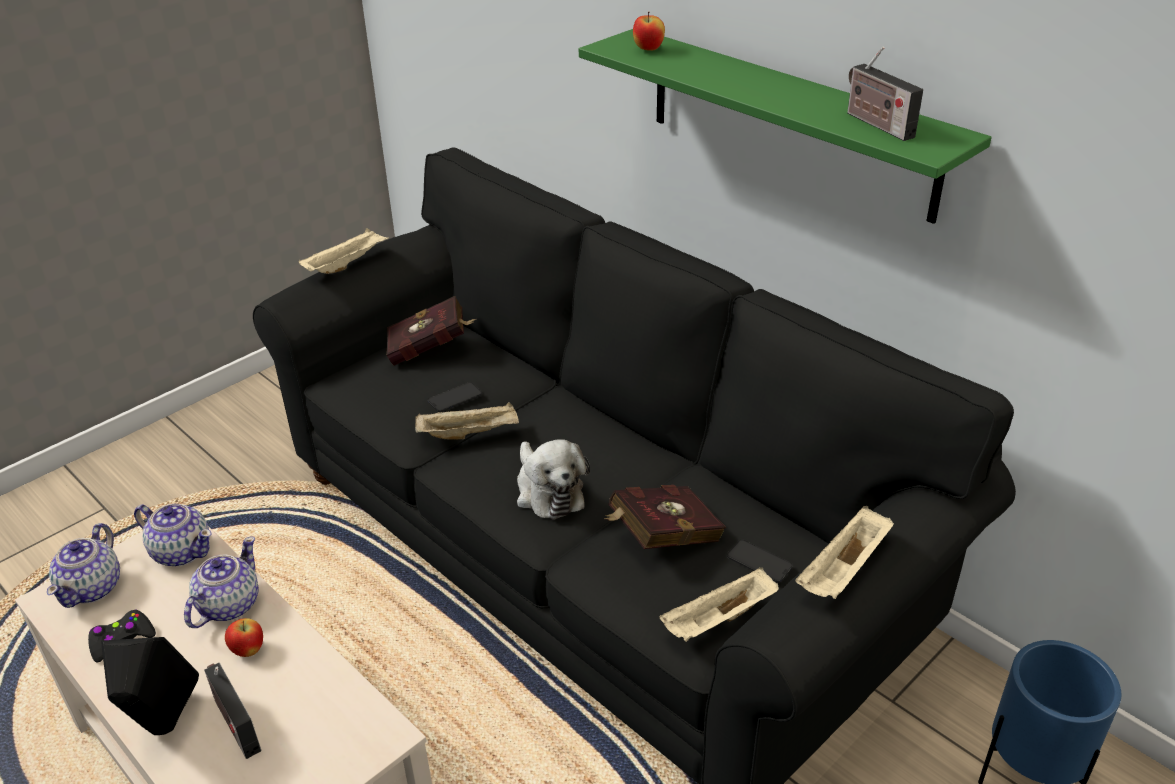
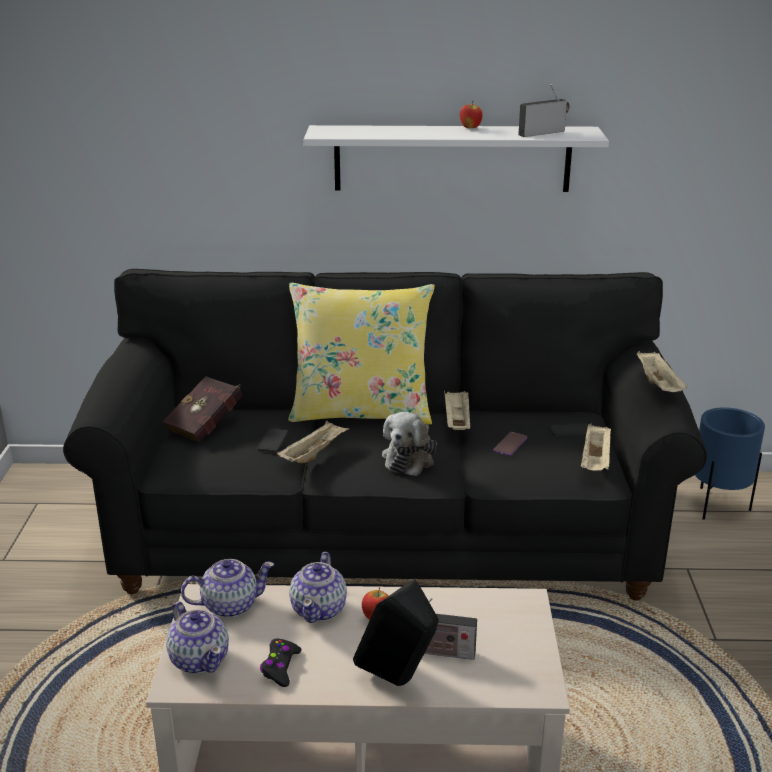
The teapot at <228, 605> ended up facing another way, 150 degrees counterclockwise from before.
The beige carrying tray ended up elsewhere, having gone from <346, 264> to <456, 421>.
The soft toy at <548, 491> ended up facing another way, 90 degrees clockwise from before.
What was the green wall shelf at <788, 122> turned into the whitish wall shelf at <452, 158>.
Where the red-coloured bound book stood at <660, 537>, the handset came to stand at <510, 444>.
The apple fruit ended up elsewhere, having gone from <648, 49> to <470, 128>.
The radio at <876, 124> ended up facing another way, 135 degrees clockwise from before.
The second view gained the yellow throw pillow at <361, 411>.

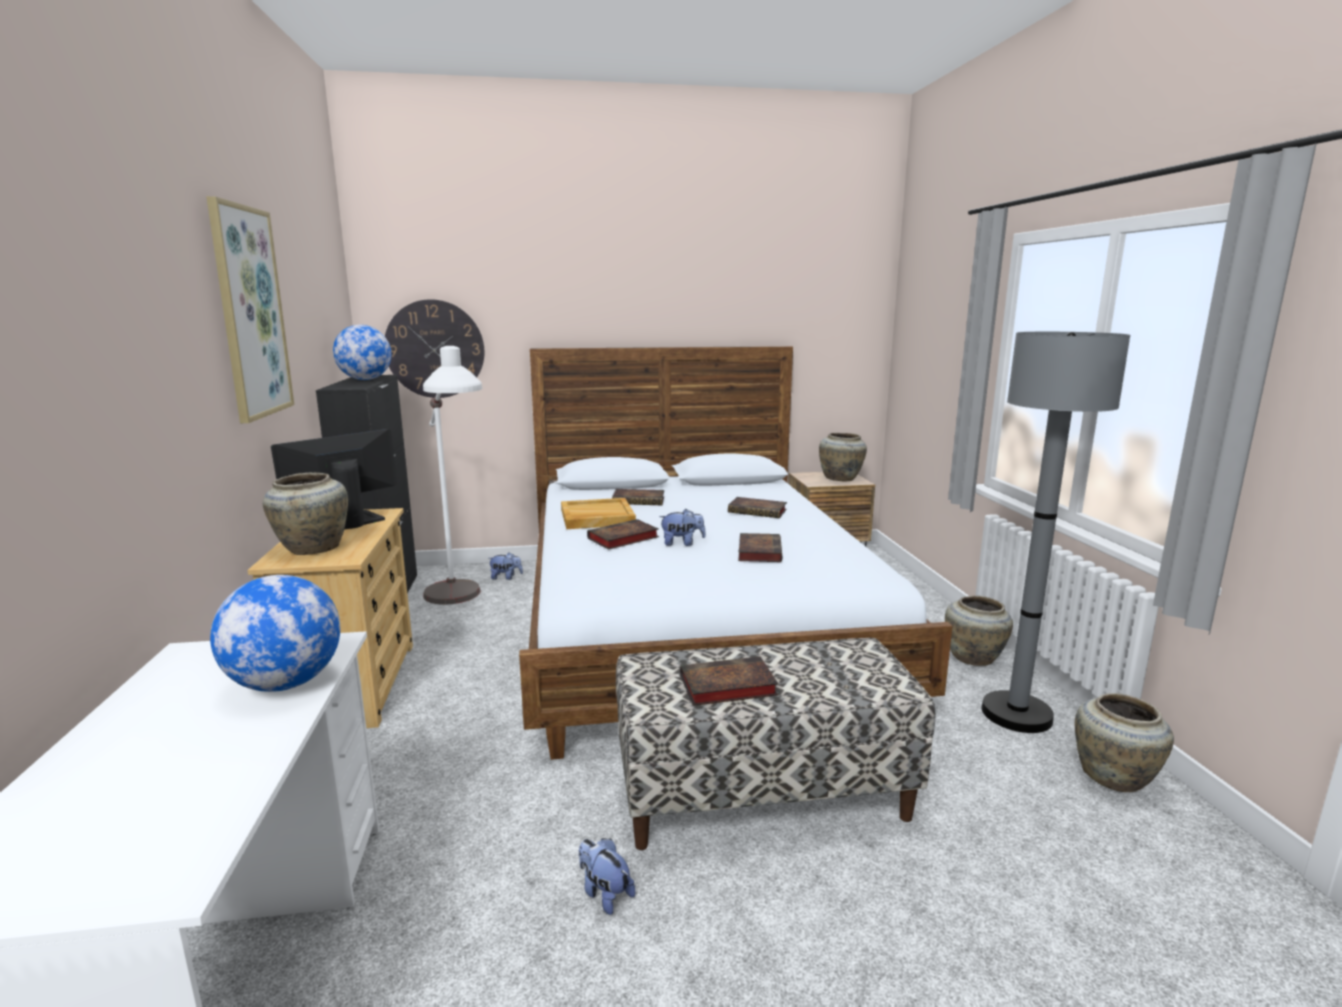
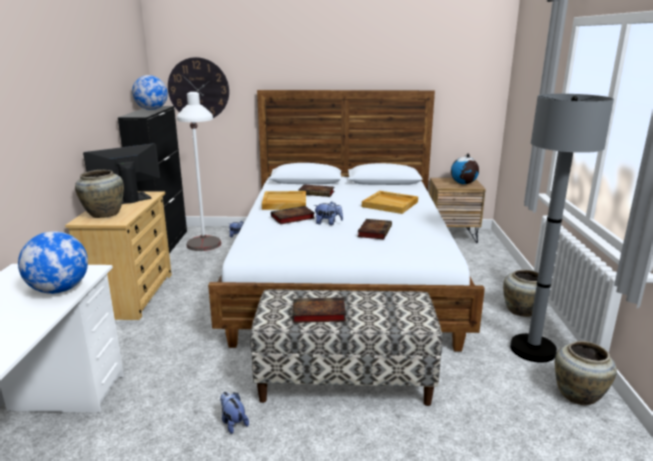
The second view lost the picture at <250, 313>.
Where the bound book stood at <759, 511>, the beige carrying tray came to stand at <390, 204>.
Where the beige decorative vase stood at <841, 479>, the globe came to stand at <463, 183>.

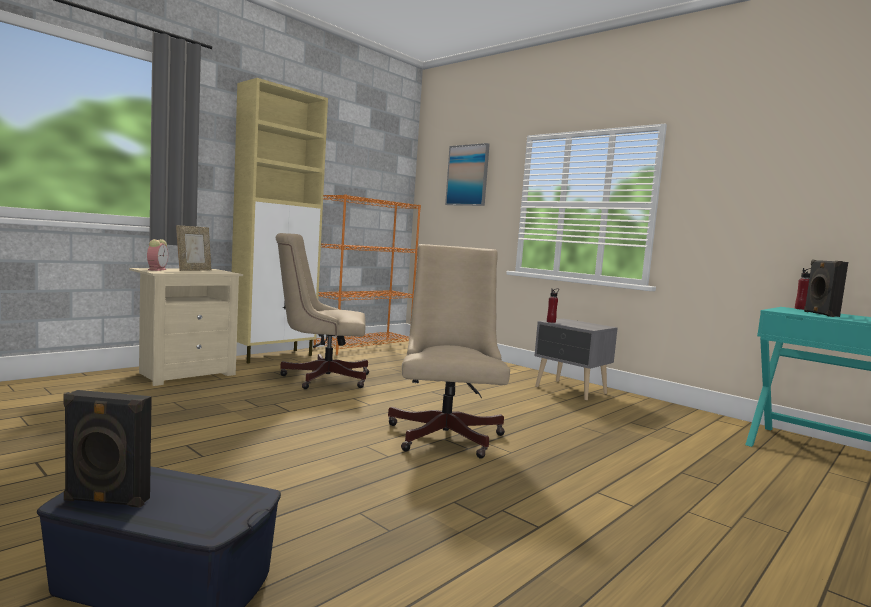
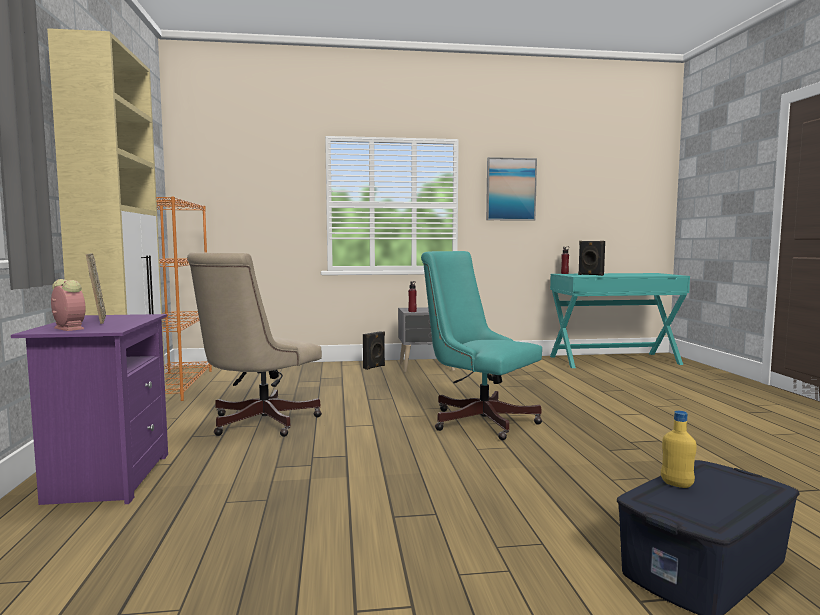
The black speaker ended up elsewhere, having gone from <105, 501> to <374, 367>.
What was the beige nightstand at <185, 374> turned into the purple nightstand at <107, 478>.
What was the beige office chair at <446, 433> turned into the turquoise office chair at <477, 420>.
The picture ended up elsewhere, having gone from <467, 175> to <510, 189>.
The second view gained the yellow drink bottle at <676, 484>.

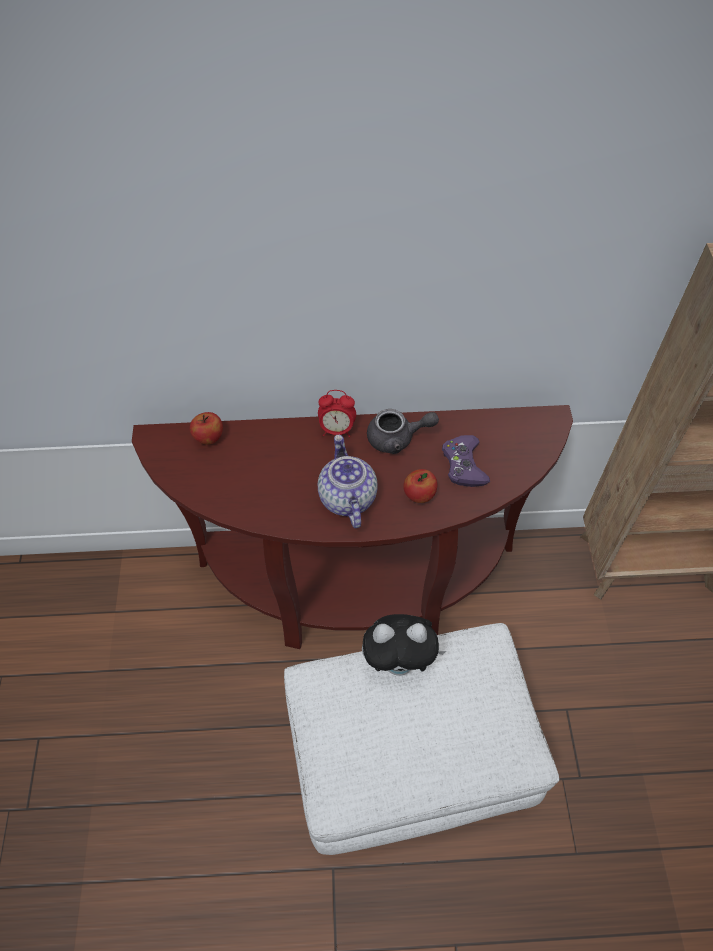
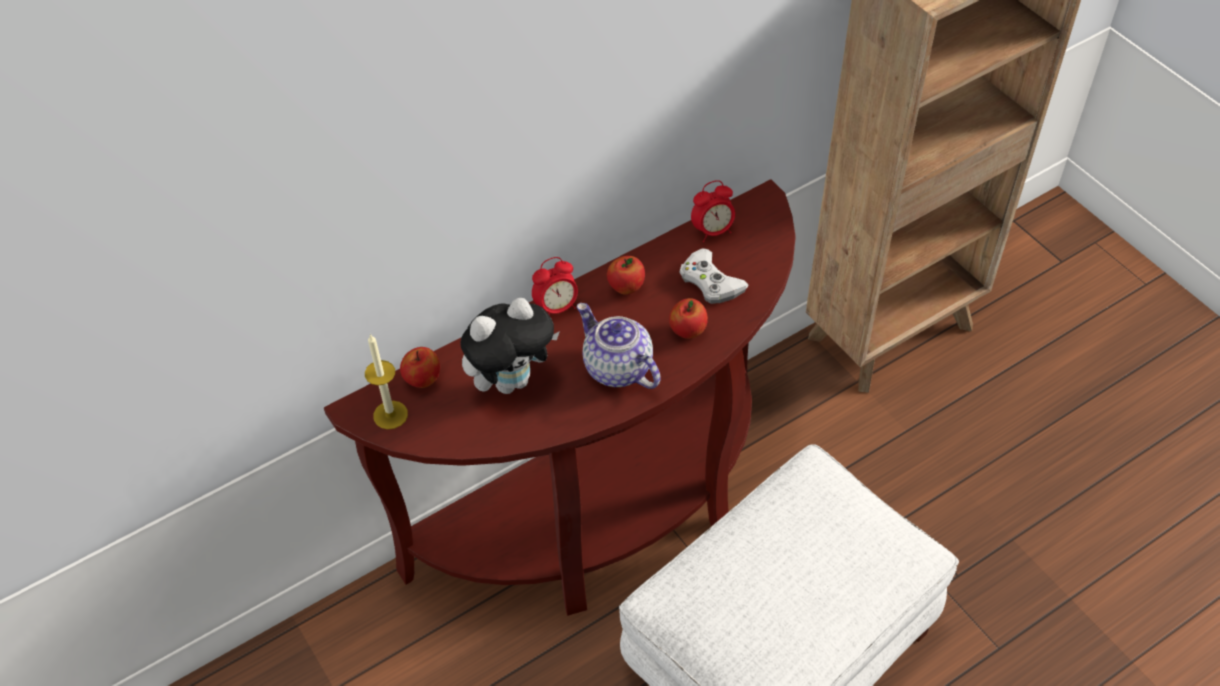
The soft toy ended up elsewhere, having gone from <400, 661> to <511, 380>.
Where the grey teapot stood at <397, 438>, the apple fruit came to stand at <626, 287>.
What was the purple joypad at <464, 465> turned into the whitish joypad at <710, 282>.
The second view gained the wax light at <390, 415>.
The second view gained the alarm clock at <712, 231>.

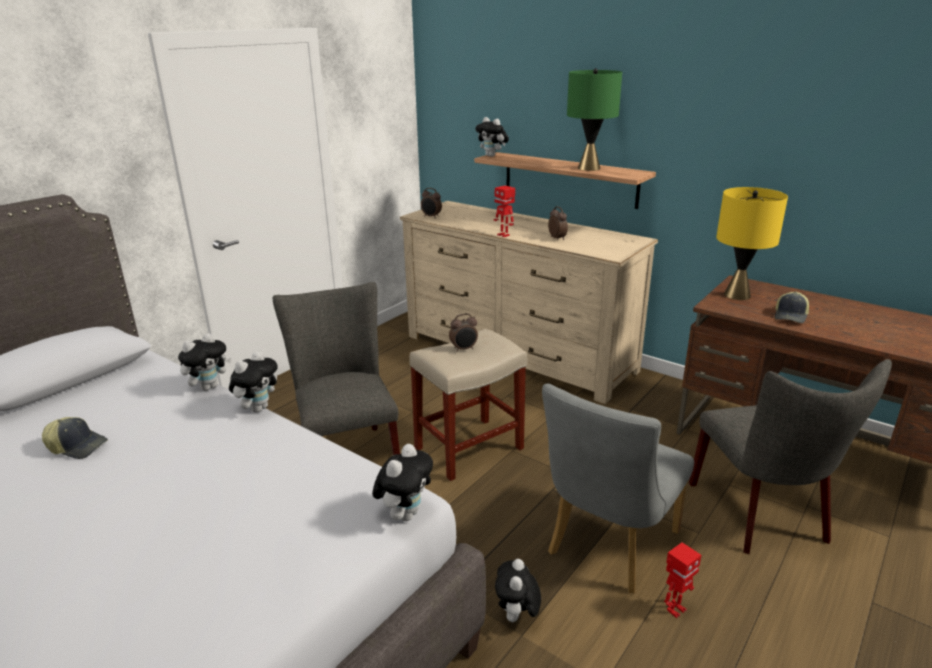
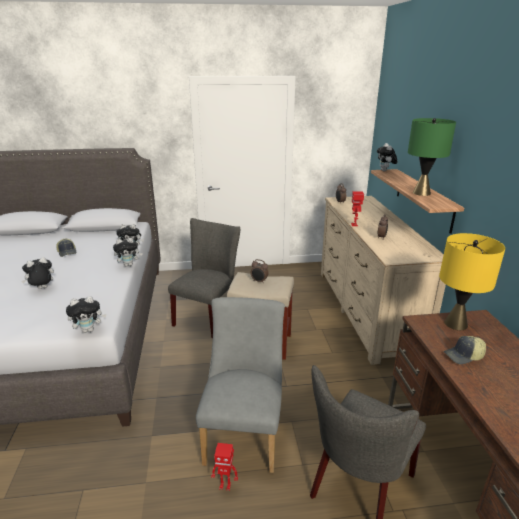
The soft toy ended up elsewhere, having gone from <517, 616> to <42, 289>.
The grey plain chair at <607, 548> ended up facing another way, 105 degrees clockwise from before.

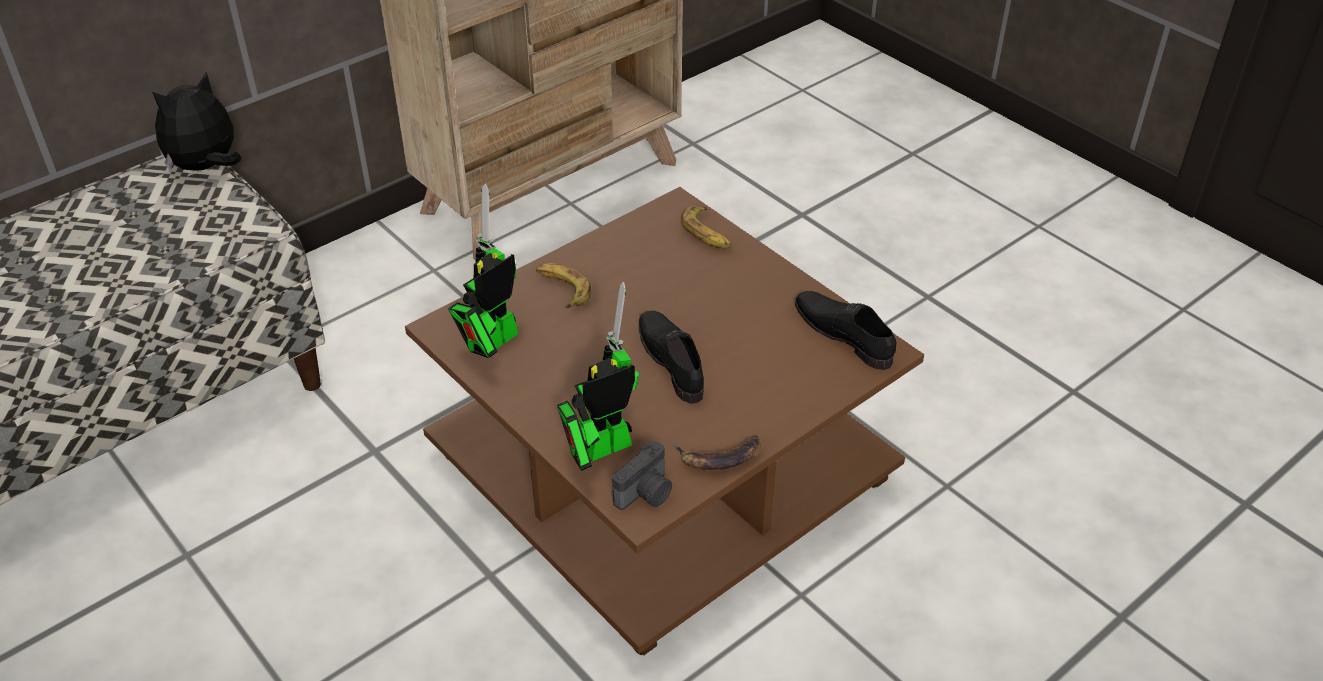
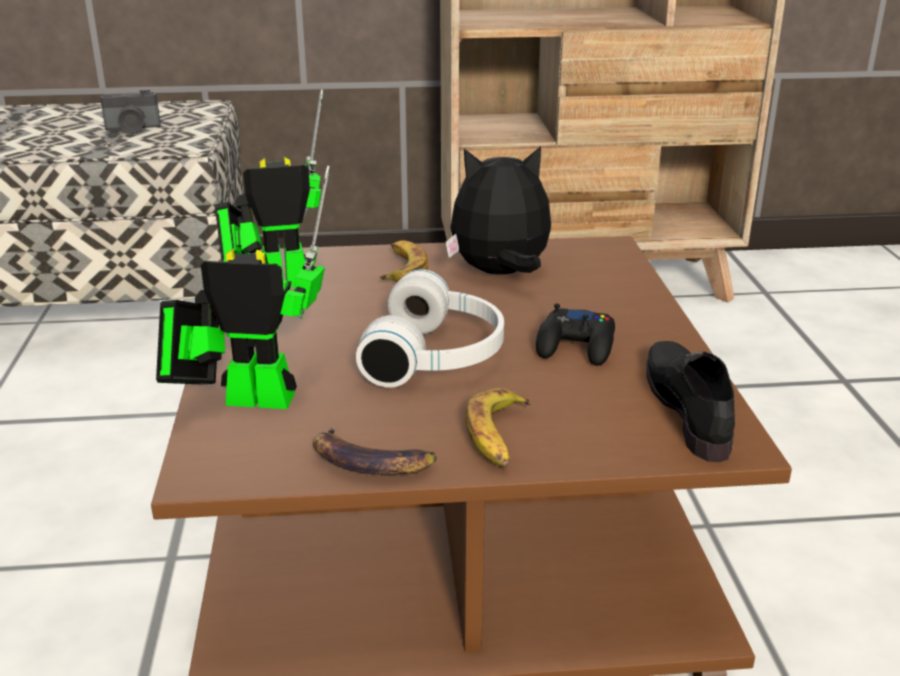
The soft toy ended up elsewhere, having gone from <206, 167> to <500, 274>.
The photo camera ended up elsewhere, having gone from <646, 494> to <132, 129>.
Where the black item of footwear stood at <673, 360>, the whitish headset came to stand at <438, 356>.
The banana ended up elsewhere, having gone from <707, 233> to <498, 437>.
The second view gained the black joypad at <576, 346>.

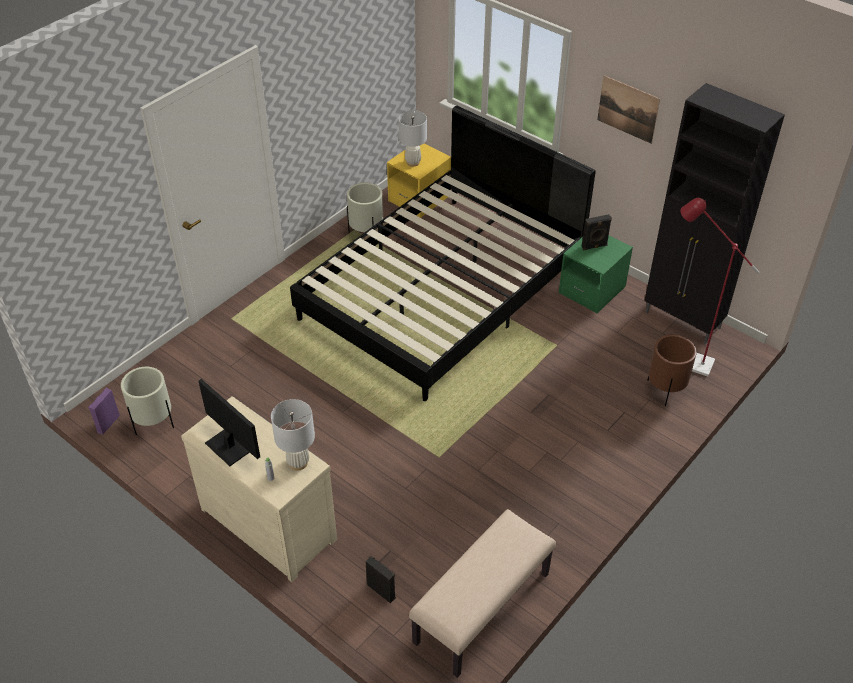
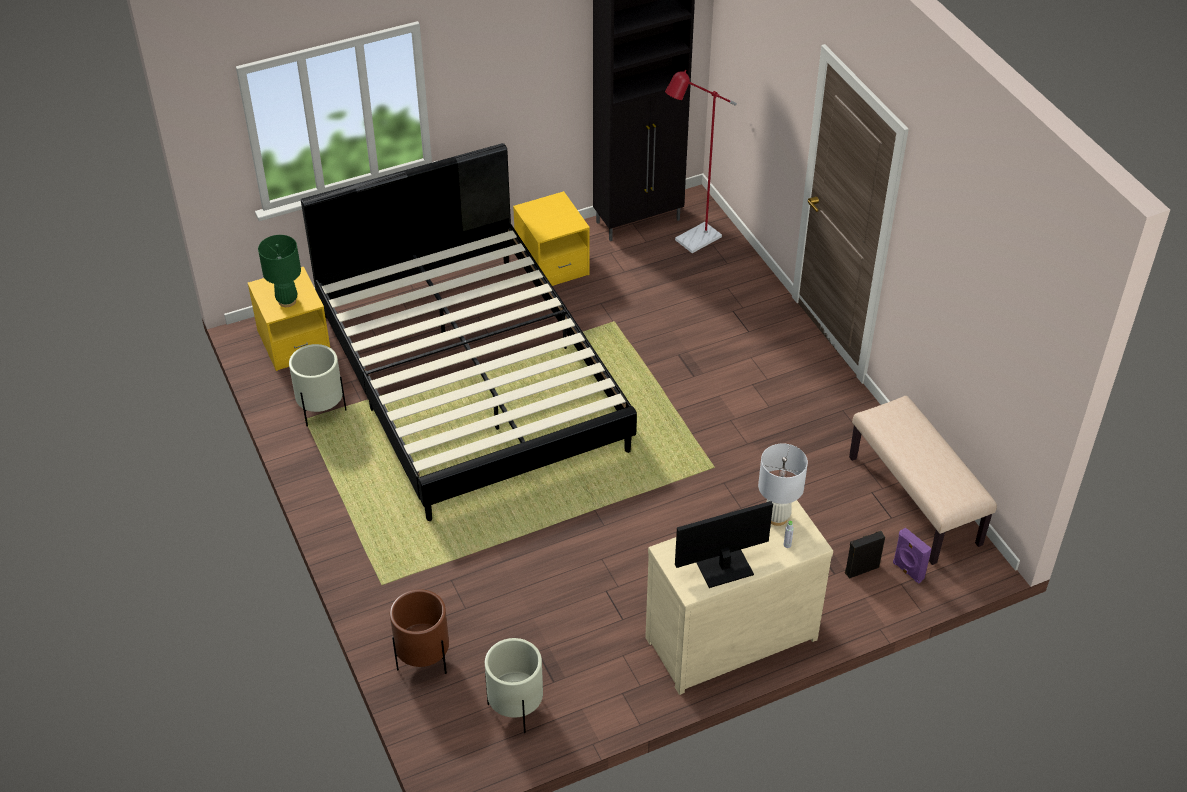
The purple speaker ended up elsewhere, having gone from <107, 423> to <907, 571>.
What was the whitish tabletop lamp at <413, 162> turned into the green tabletop lamp at <287, 301>.
What was the green nightstand at <592, 290> turned into the yellow nightstand at <552, 264>.
The second view lost the black speaker at <594, 246>.
The second view lost the picture at <628, 109>.
The brown flower pot ended up elsewhere, having gone from <665, 390> to <424, 660>.

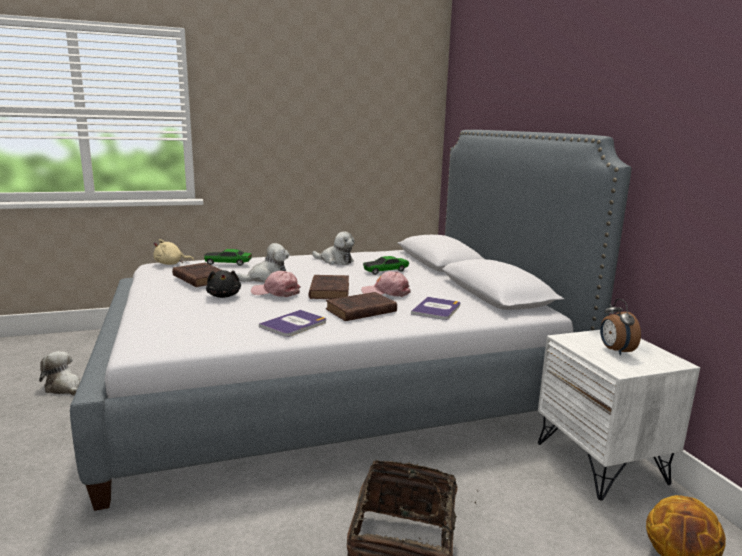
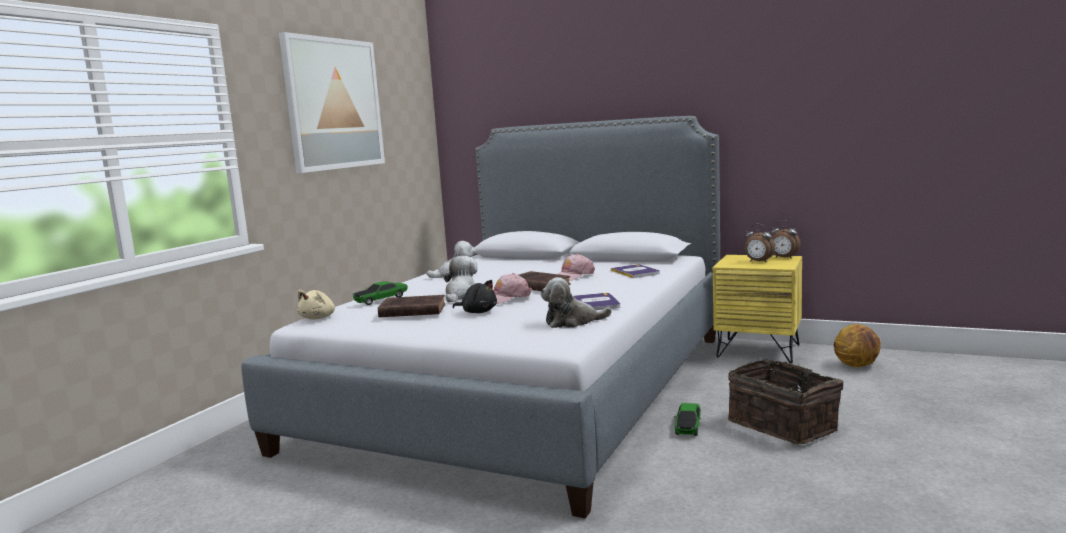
The soft toy ended up elsewhere, having gone from <64, 388> to <572, 322>.
The second view lost the brown bound book at <359, 311>.
The miniature car ended up elsewhere, having gone from <385, 271> to <688, 426>.
What was the whitish nightstand at <601, 463> turned into the yellow nightstand at <758, 350>.
The second view gained the picture at <334, 104>.
The second view gained the alarm clock at <783, 258>.

